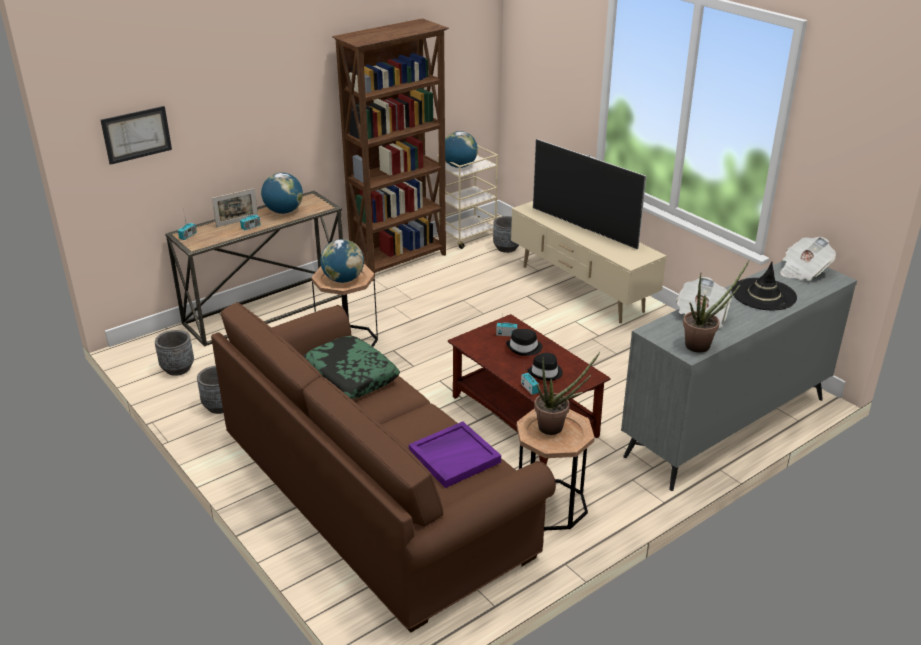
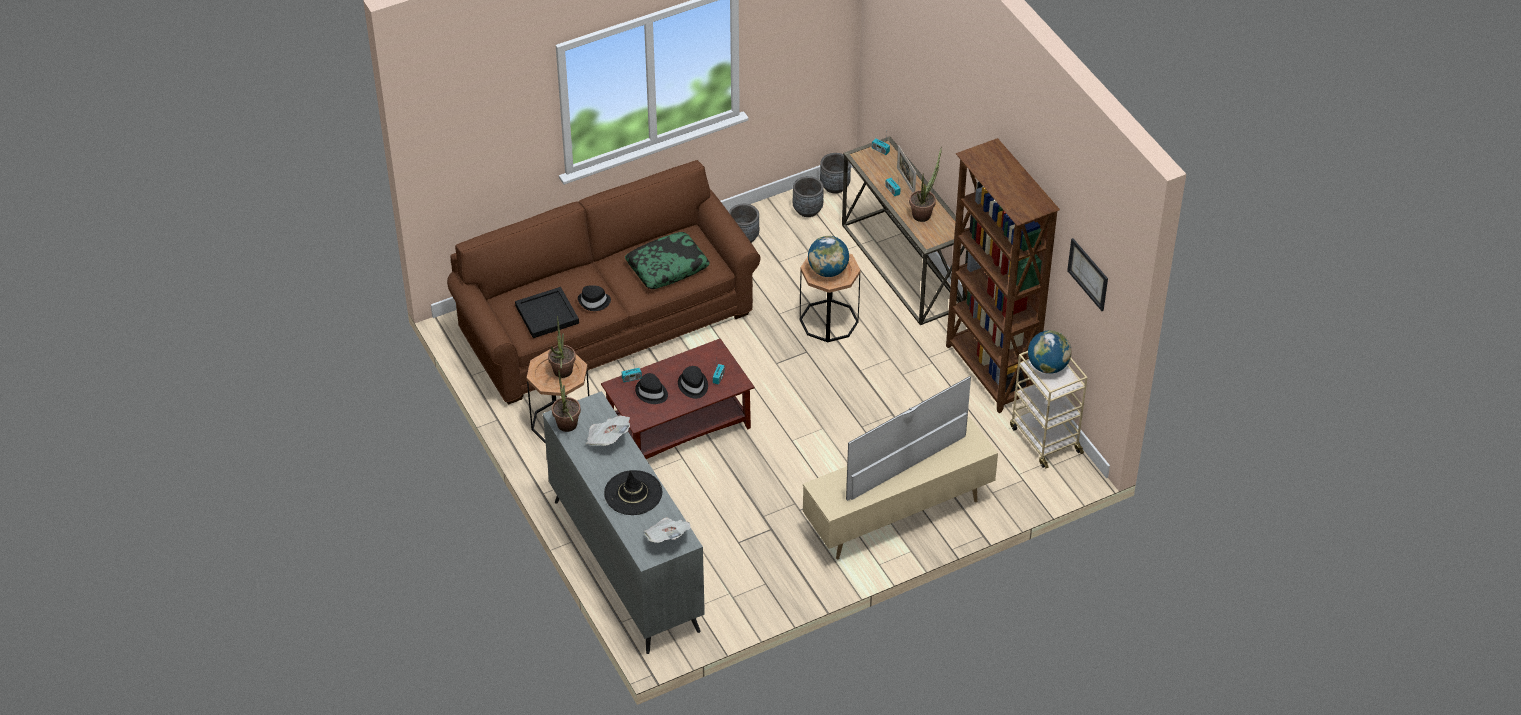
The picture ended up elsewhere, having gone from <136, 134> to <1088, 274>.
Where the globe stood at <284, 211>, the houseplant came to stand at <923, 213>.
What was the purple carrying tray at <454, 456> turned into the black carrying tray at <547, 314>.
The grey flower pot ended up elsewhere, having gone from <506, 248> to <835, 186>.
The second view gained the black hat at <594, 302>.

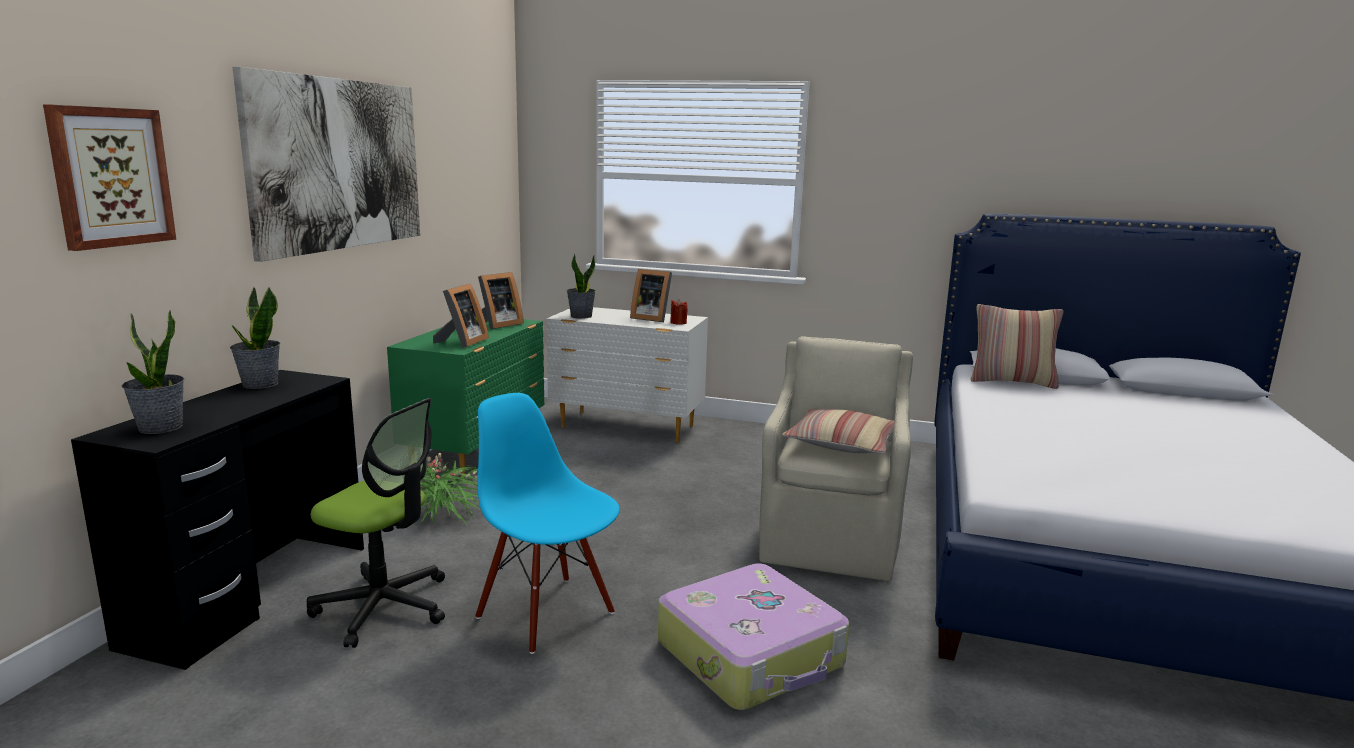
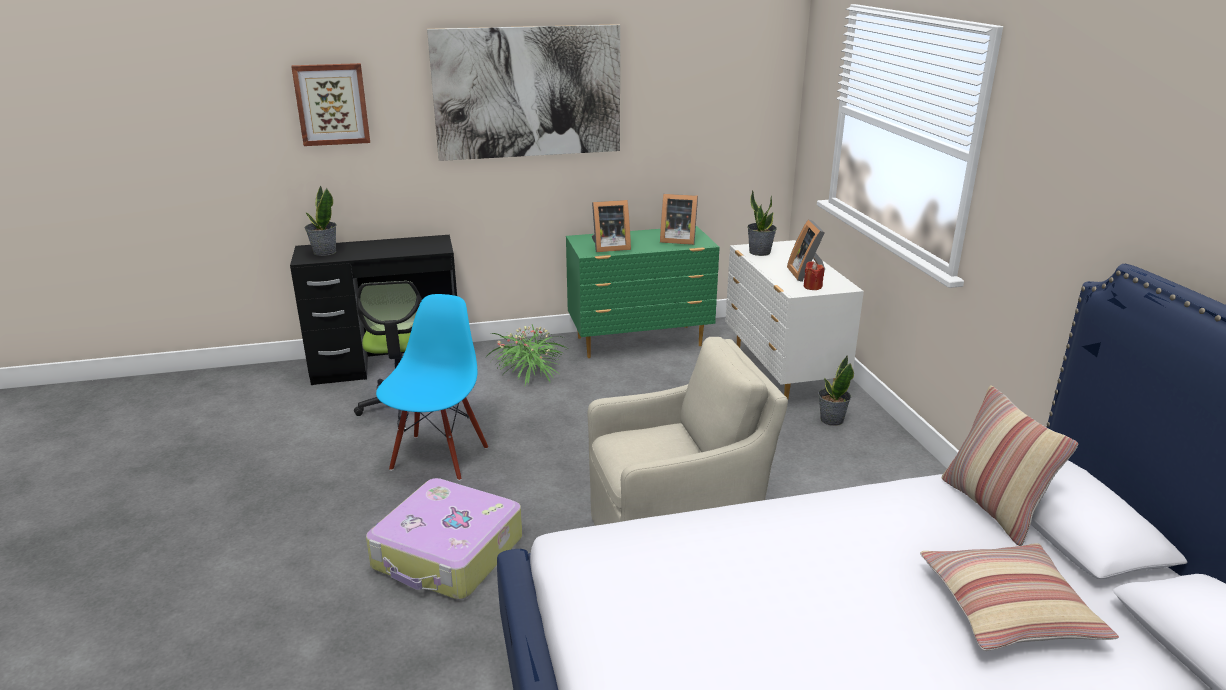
The houseplant ended up elsewhere, having gone from <260, 384> to <831, 420>.
The throw pillow ended up elsewhere, having gone from <842, 443> to <1008, 609>.

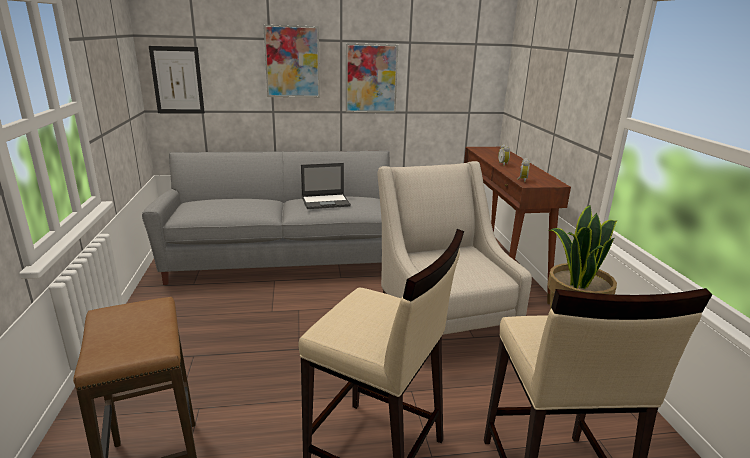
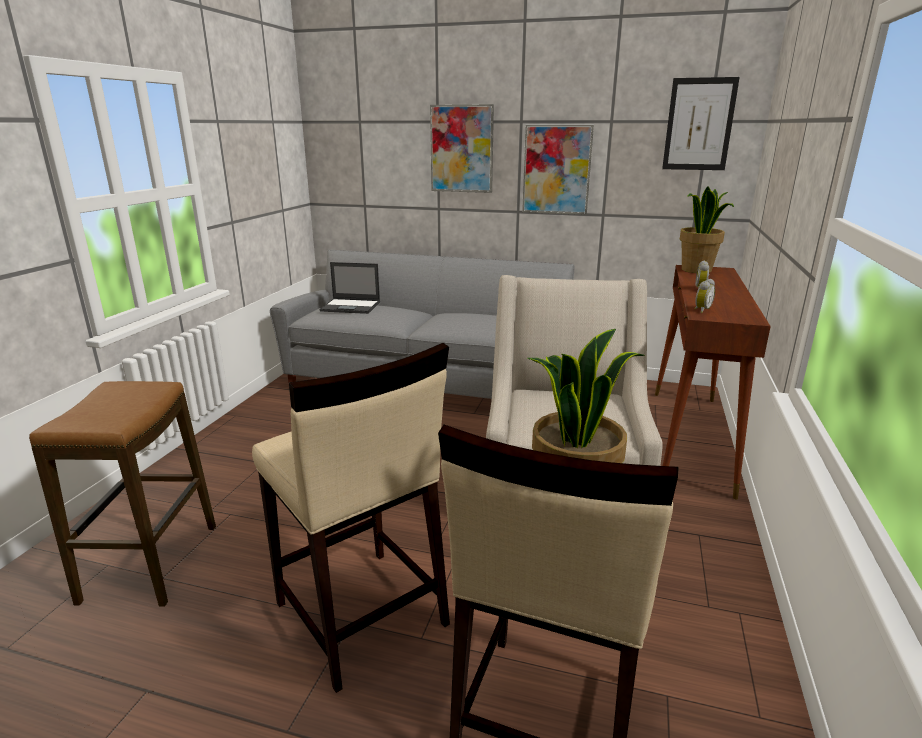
The picture ended up elsewhere, having gone from <177, 80> to <699, 124>.
The notebook computer ended up elsewhere, having gone from <326, 202> to <351, 306>.
The second view gained the houseplant at <696, 270>.

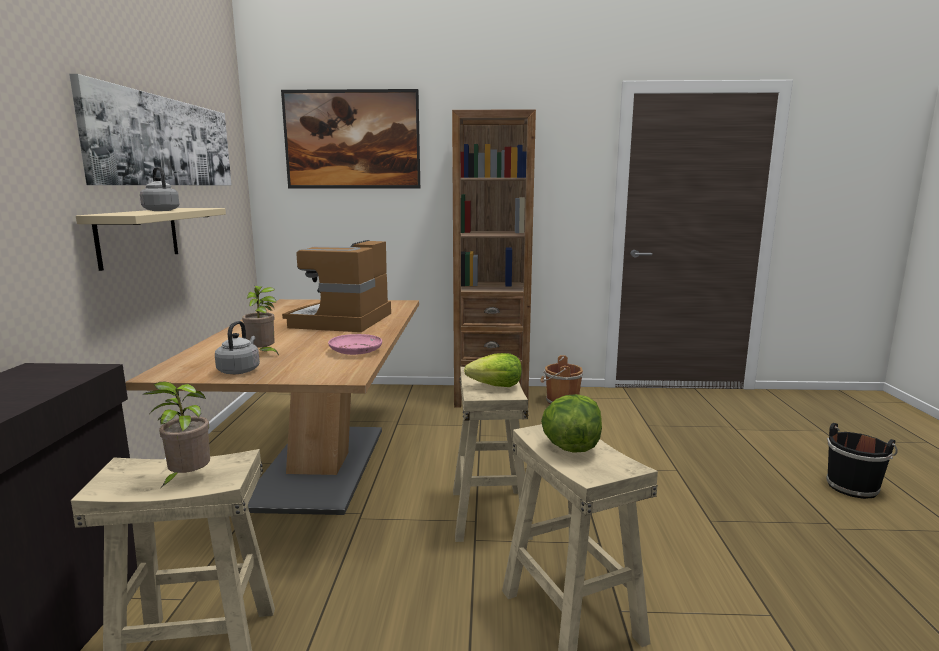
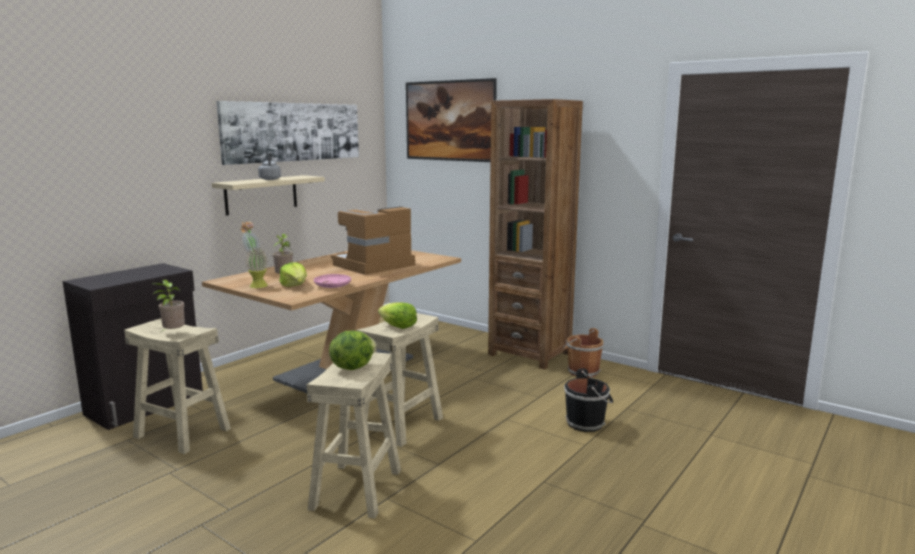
Where the grey kettle stood at <240, 370>, the houseplant came to stand at <255, 285>.
The black water bucket ended up elsewhere, having gone from <852, 486> to <587, 423>.
The second view gained the head of lettuce at <295, 286>.

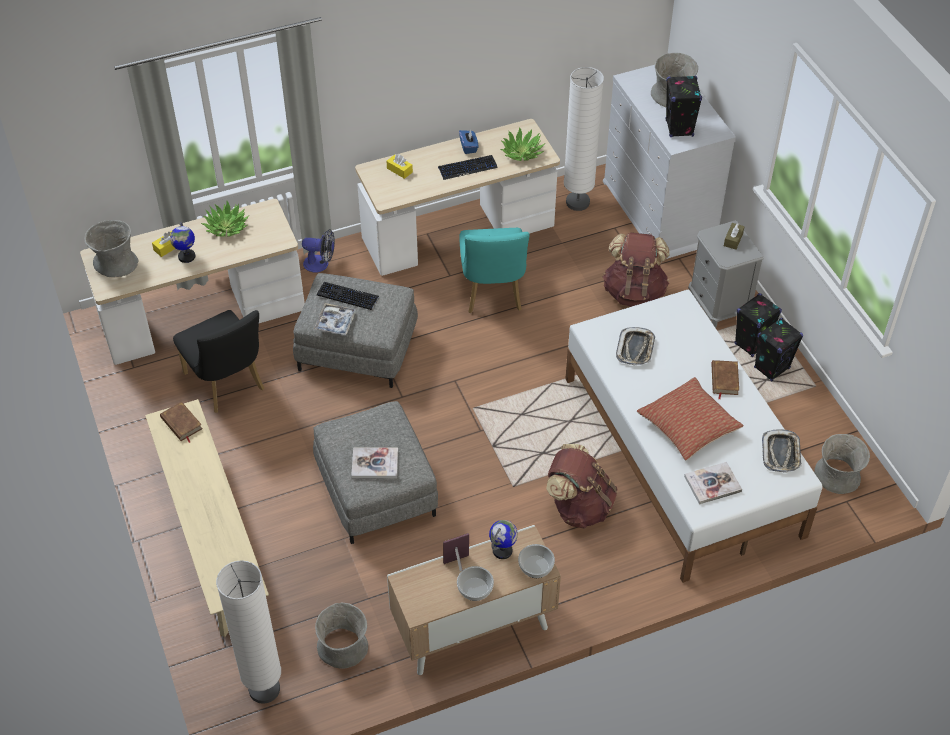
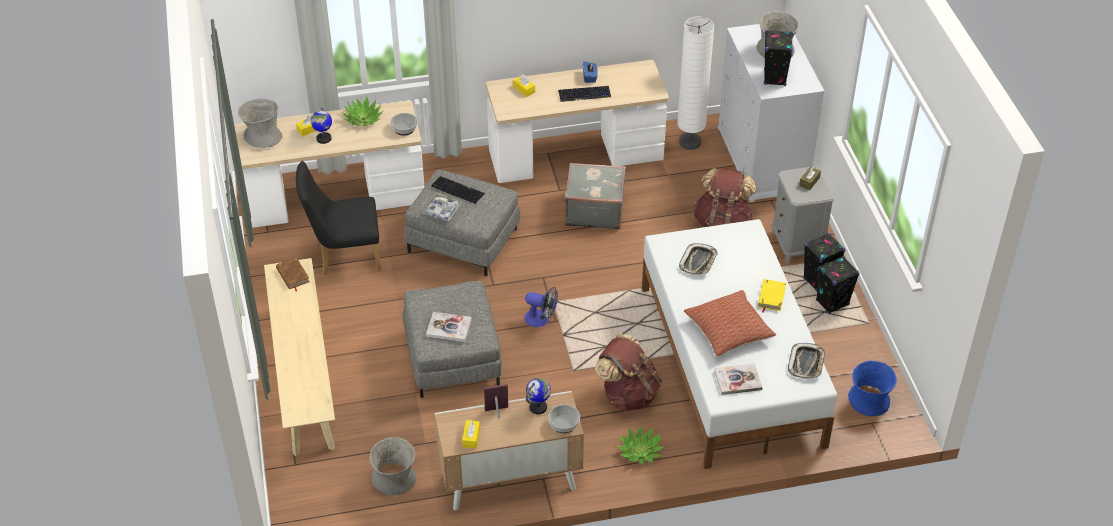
The black plain chair at <228, 385> ended up facing another way, 105 degrees clockwise from before.
The second view lost the whitish standard lamp at <264, 689>.
The fan ended up elsewhere, having gone from <320, 264> to <541, 319>.
The serving bowl ended up elsewhere, having gone from <475, 588> to <404, 128>.
Where the turquoise plain chair stood at <493, 294>, the grey piece of luggage came to stand at <594, 210>.
The houseplant ended up elsewhere, having gone from <522, 152> to <640, 451>.
What was the brown bound book at <724, 380> turned into the yellow bound book at <771, 297>.
What was the grey decorative vase at <837, 477> turned into the blue decorative vase at <868, 401>.
The second view gained the yellow tissue holder at <471, 437>.

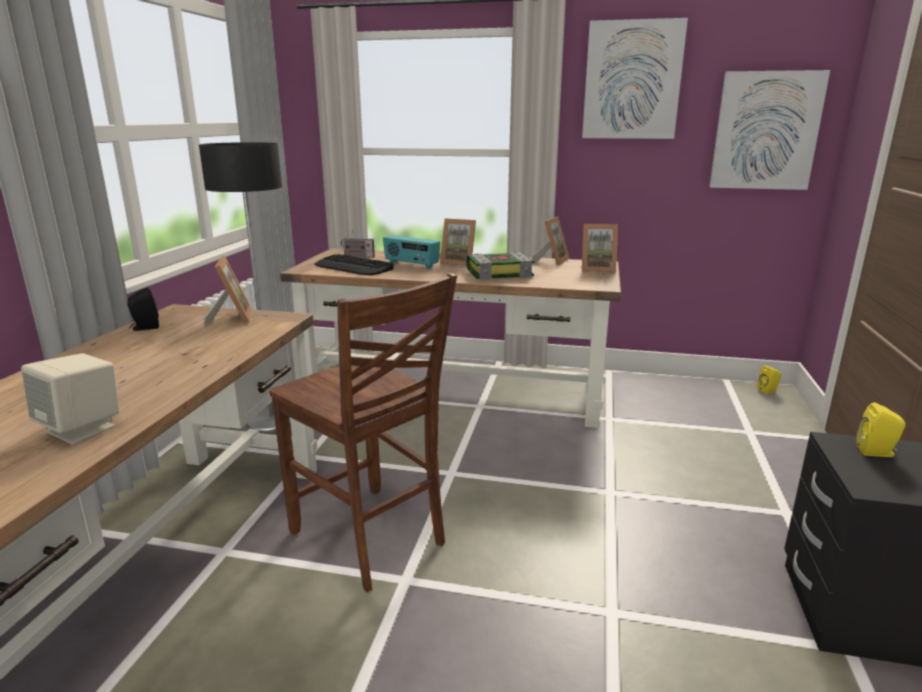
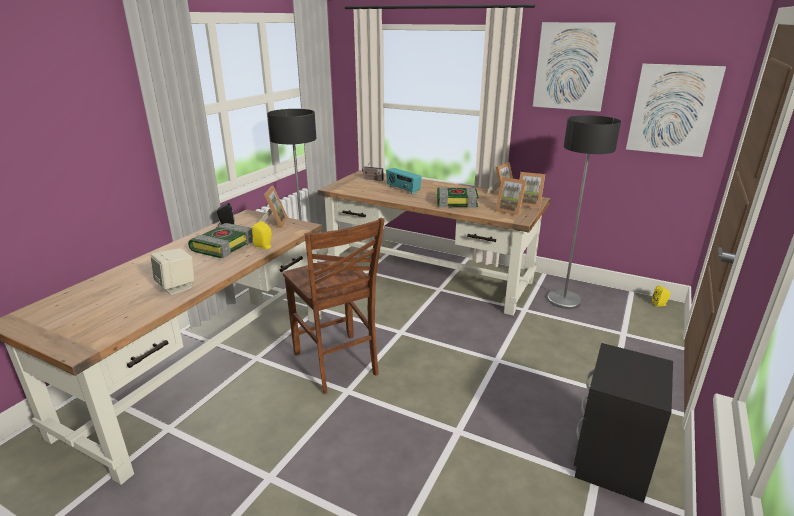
The second view lost the PC keyboard at <354, 267>.
The photo frame ended up elsewhere, having gone from <459, 262> to <510, 211>.
The yellow speaker ended up elsewhere, having gone from <877, 452> to <264, 246>.
The second view gained the bound book at <223, 246>.
The second view gained the standard lamp at <564, 300>.

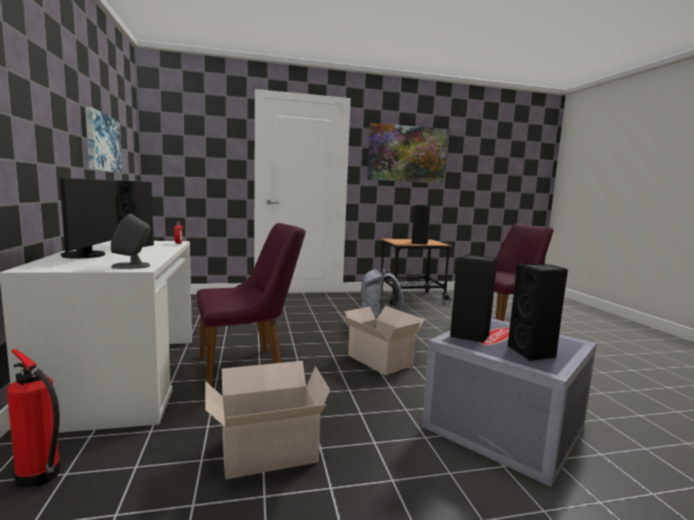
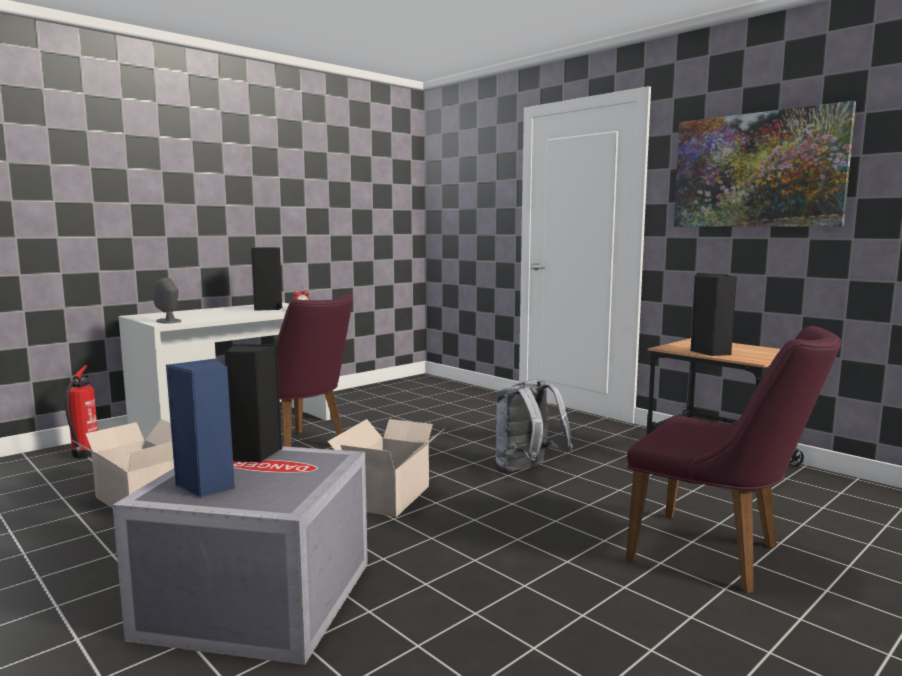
The second view lost the computer screen at <88, 255>.
The second view lost the picture at <102, 143>.
What was the black speaker at <532, 353> turned into the blue speaker at <207, 486>.

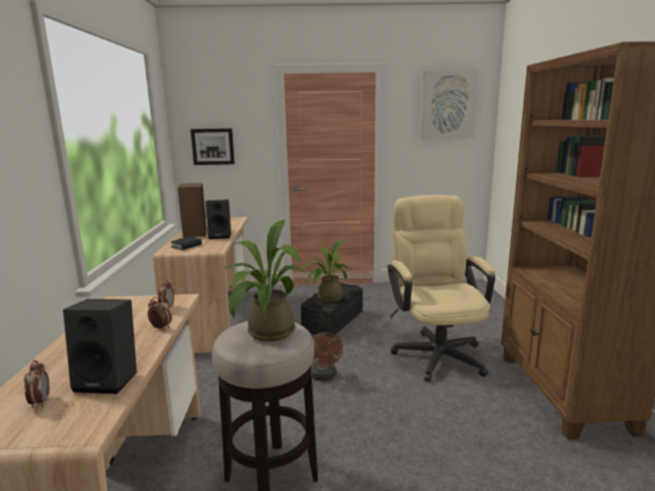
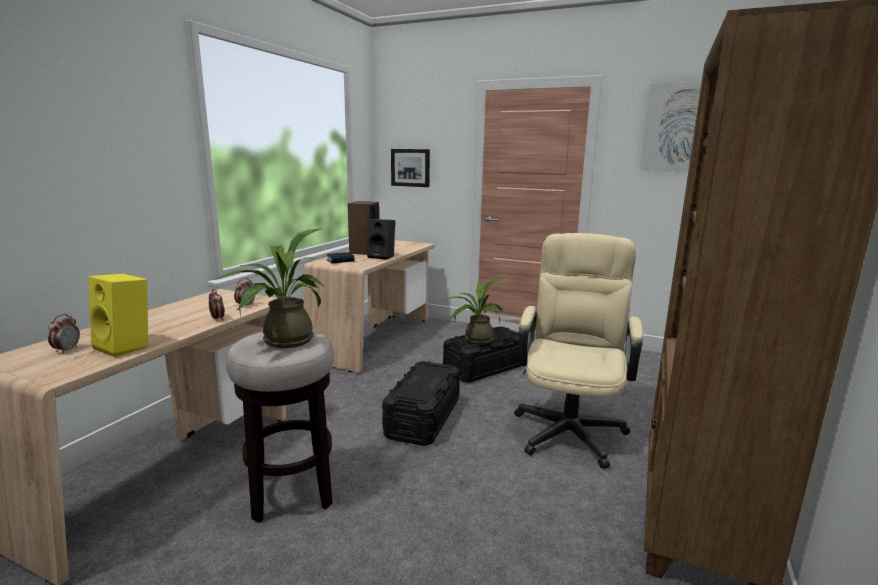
What was the black speaker at <110, 379> turned into the yellow speaker at <127, 347>.
Where the brown fan stood at <324, 377>, the black storage bin came to stand at <423, 418>.

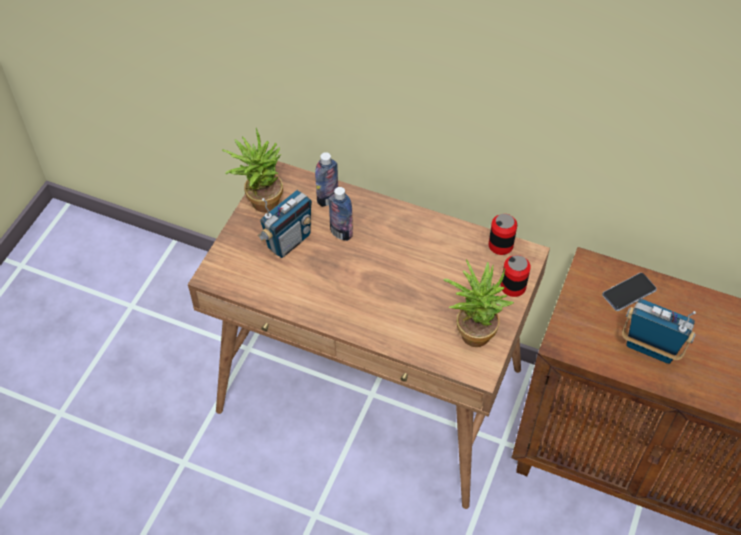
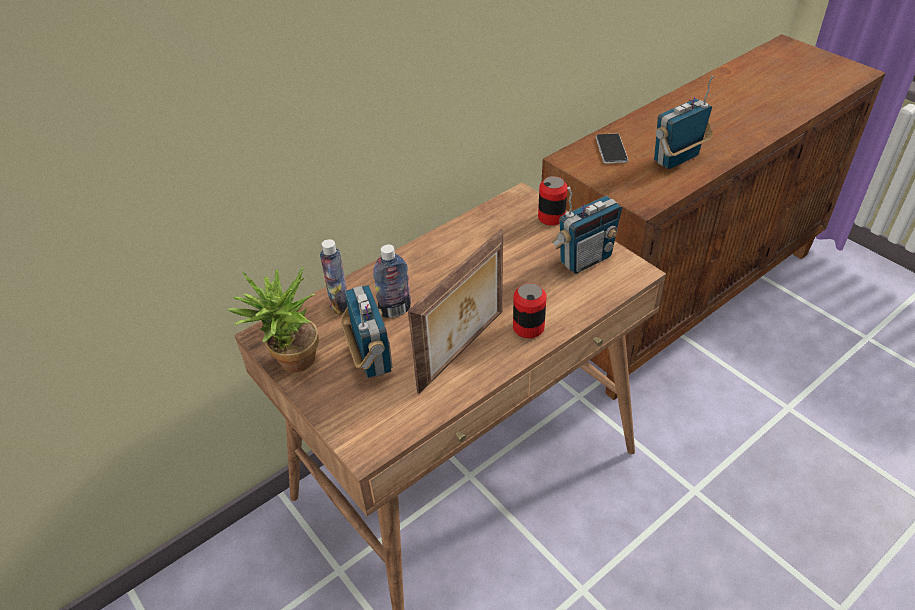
Where the houseplant stood at <473, 329>, the radio came to stand at <585, 259>.
The can ended up elsewhere, having gone from <500, 245> to <528, 327>.
The second view gained the photo frame at <463, 351>.

